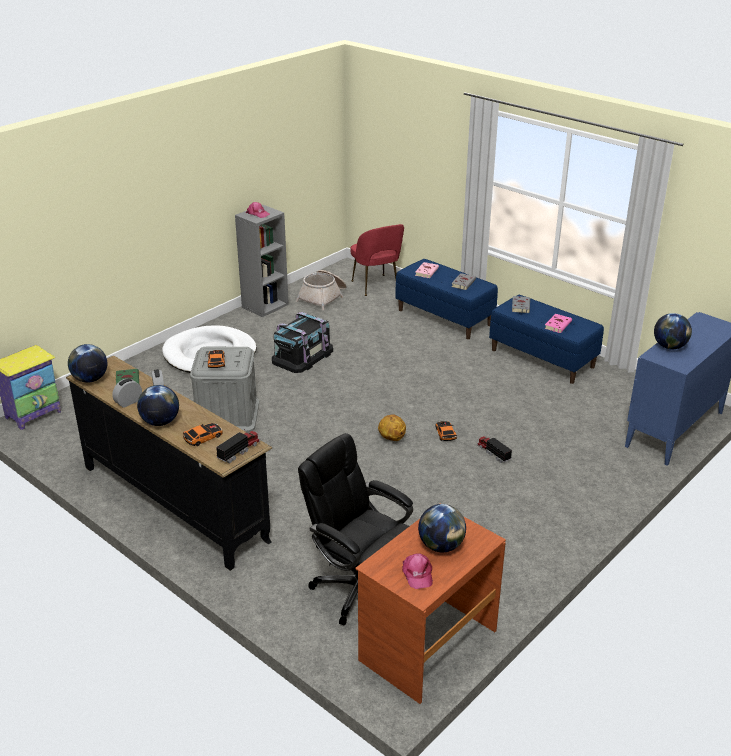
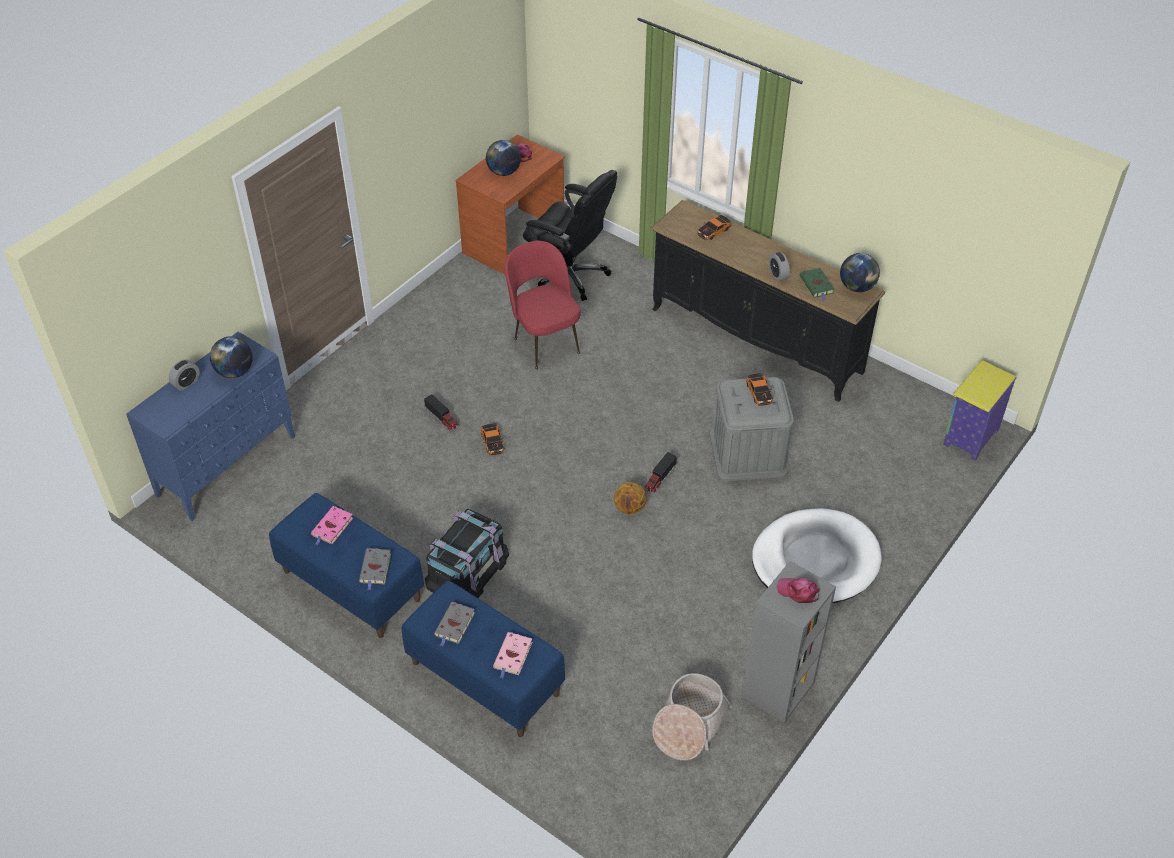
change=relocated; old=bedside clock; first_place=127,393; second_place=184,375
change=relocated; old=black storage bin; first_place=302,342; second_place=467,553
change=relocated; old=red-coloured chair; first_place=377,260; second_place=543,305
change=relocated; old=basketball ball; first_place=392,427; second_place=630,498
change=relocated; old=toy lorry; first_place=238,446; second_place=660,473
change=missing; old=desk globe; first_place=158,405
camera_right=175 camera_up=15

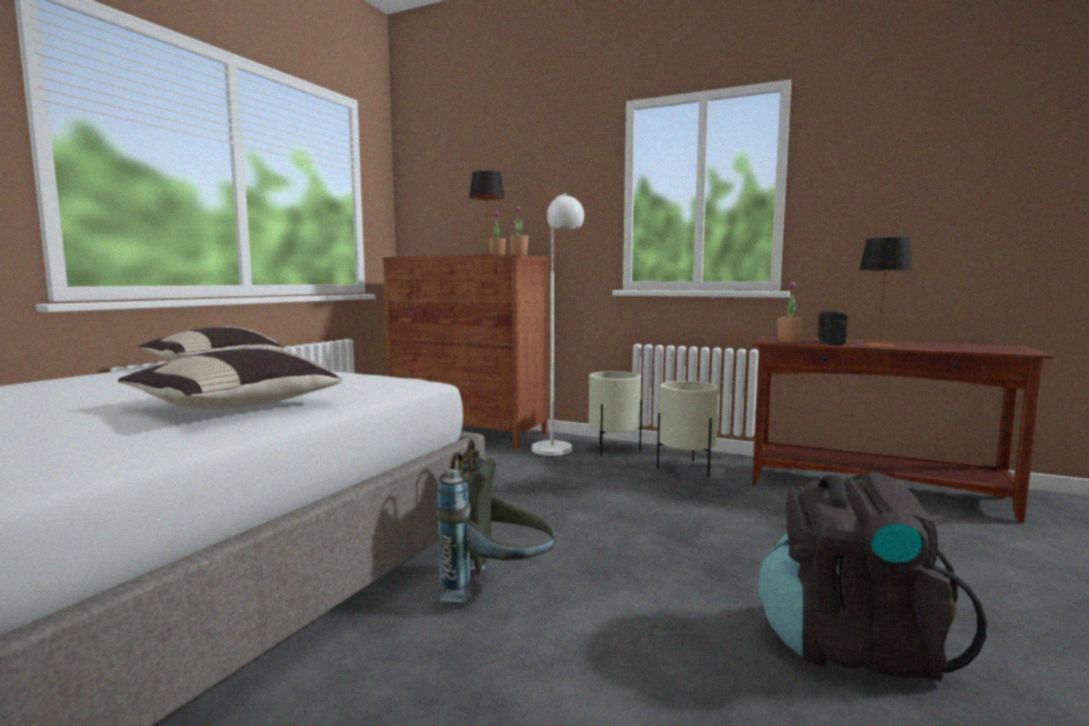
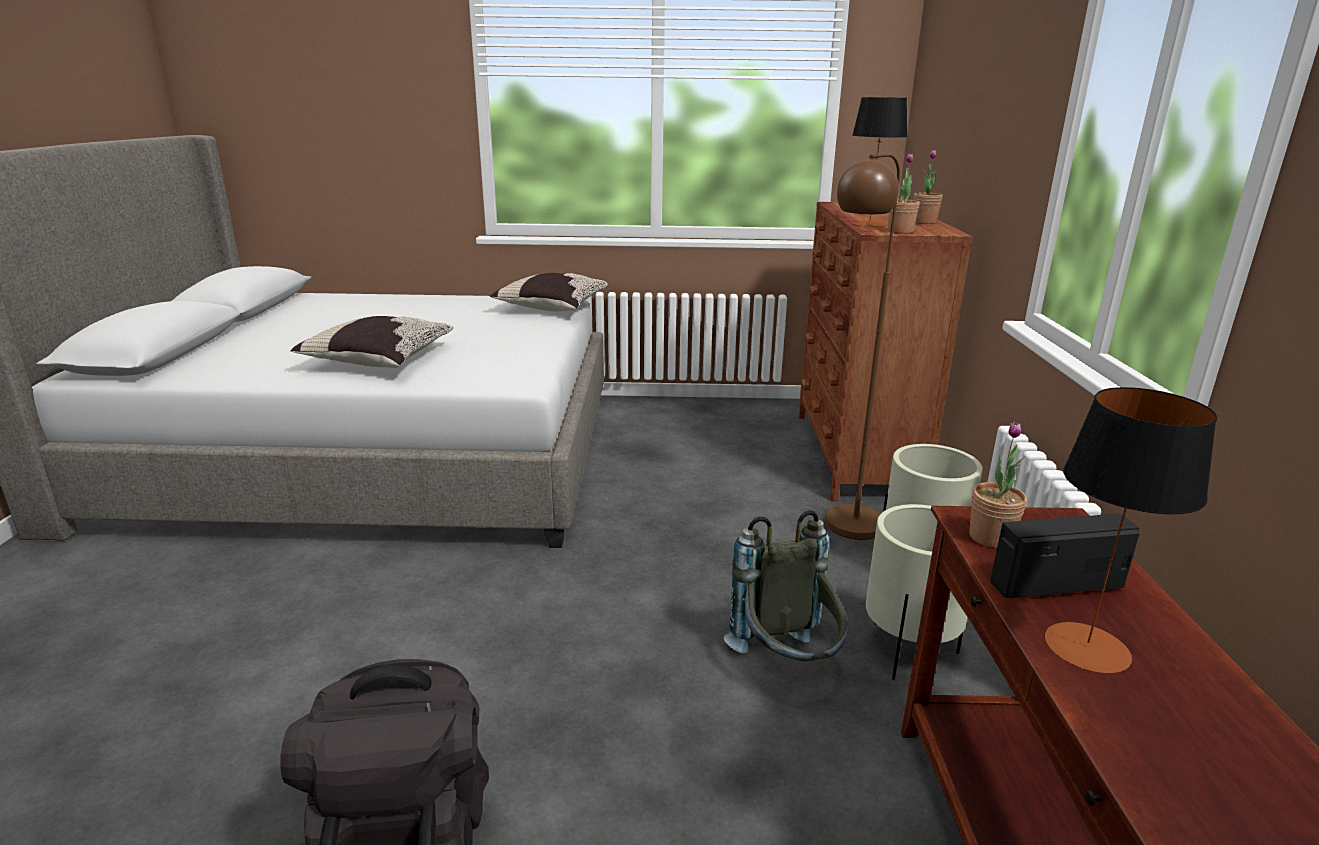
change=relocated; old=greyish rucksack; first_place=497,520; second_place=785,585
change=colour; old=white floor lamp; new=brown floor lamp; first_place=558,325; second_place=863,347
camera_right=65 camera_up=15

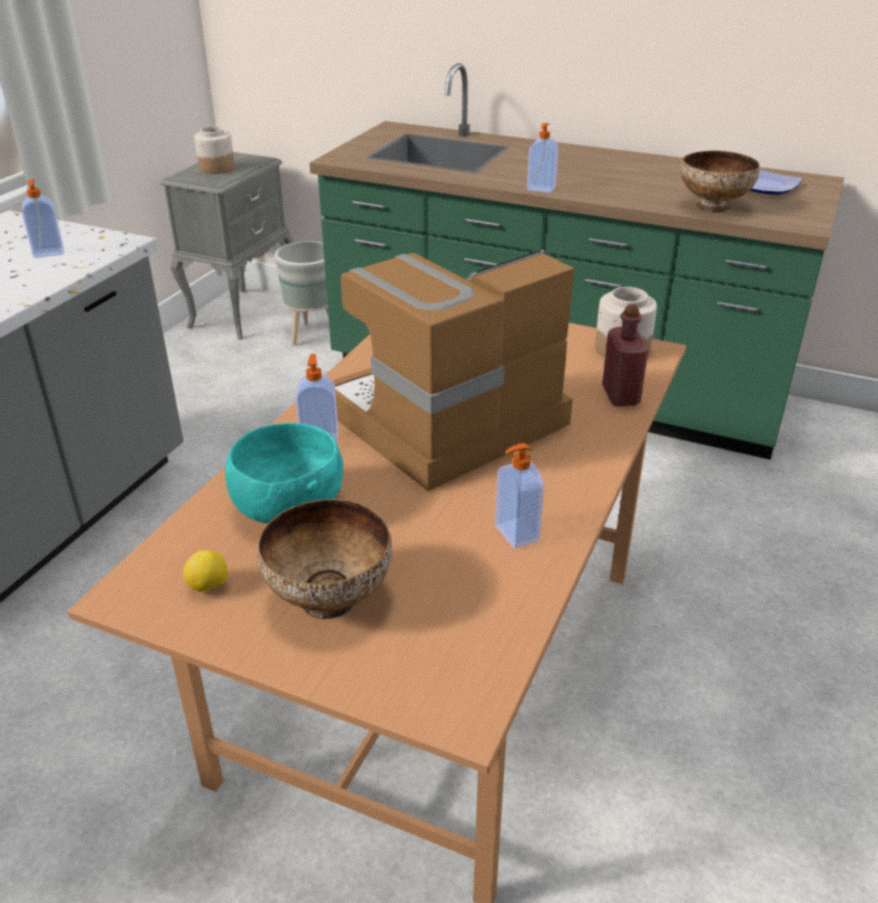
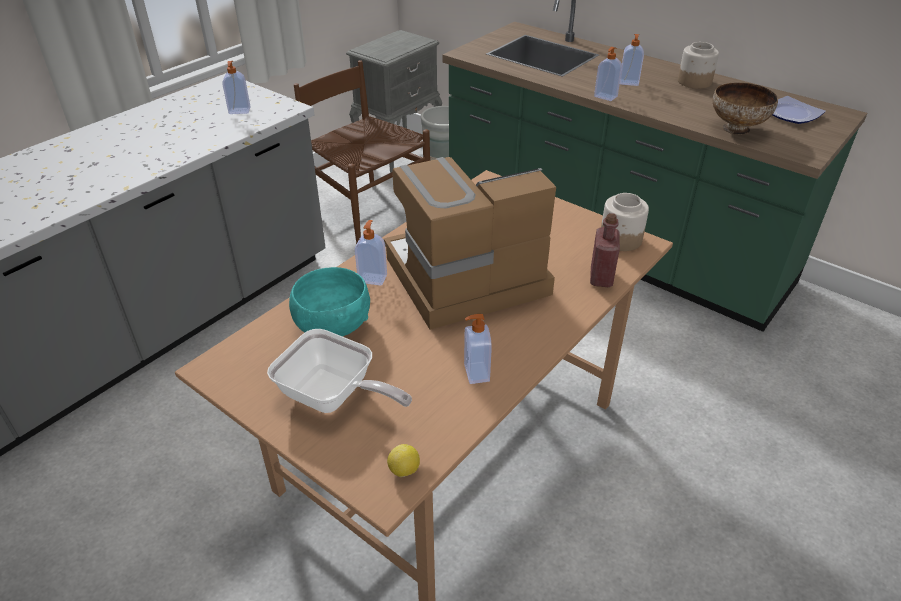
change=exchanged; old=deep dish; new=skillet; first_place=324,559; second_place=339,371
change=appeared; new=brown chair; second_place=362,152
change=relocated; old=citrus fruit; first_place=205,571; second_place=403,460
change=appeared; new=liquid soap bottle; second_place=632,60
change=relocated; old=jar; first_place=214,150; second_place=698,65
camera_right=15 camera_up=5

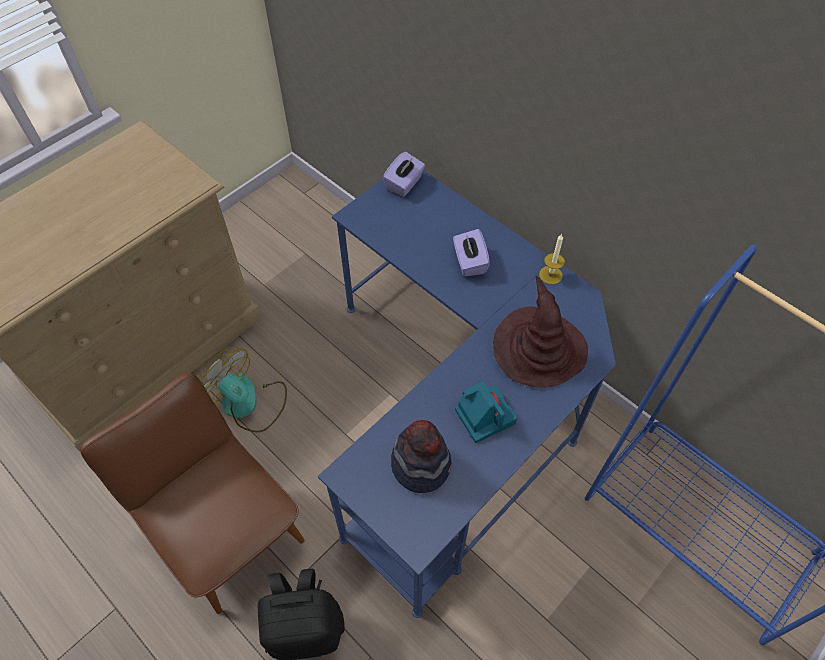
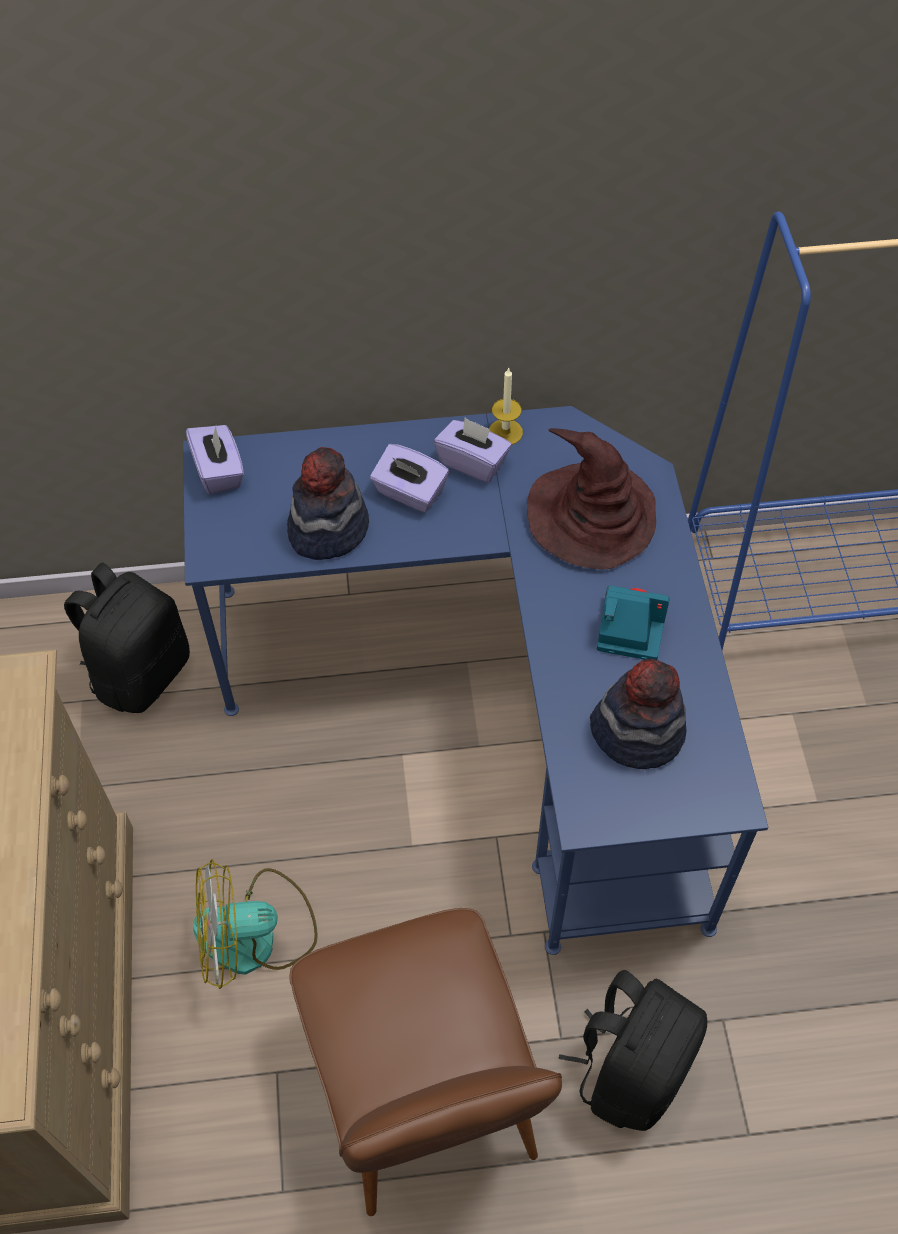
change=appeared; new=black rucksack; second_place=127,637
change=appeared; new=clothing hat; second_place=328,503
change=spun; old=brown chair; first_place=192,493; second_place=425,1062; degrees=-105
change=appeared; new=purplish tissue holder; second_place=473,450
camera_right=-50 camera_up=0

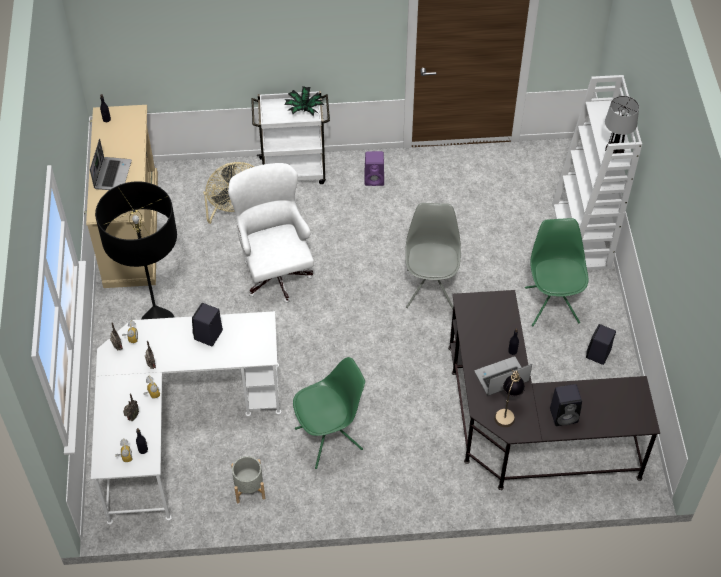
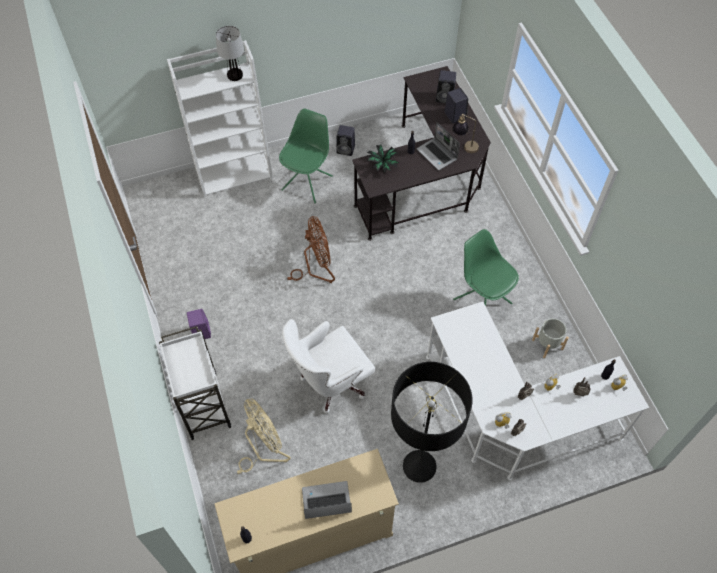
change=spun; old=green-coloured chair; first_place=556,272; second_place=306,156; degrees=135
change=exchanged; old=greyish chair; new=brown cooling fan; first_place=433,256; second_place=311,249
change=relocated; old=potted plant; first_place=304,101; second_place=383,159
change=relocated; old=black loudspeaker; first_place=207,324; second_place=446,86
camera_right=-105 camera_up=5

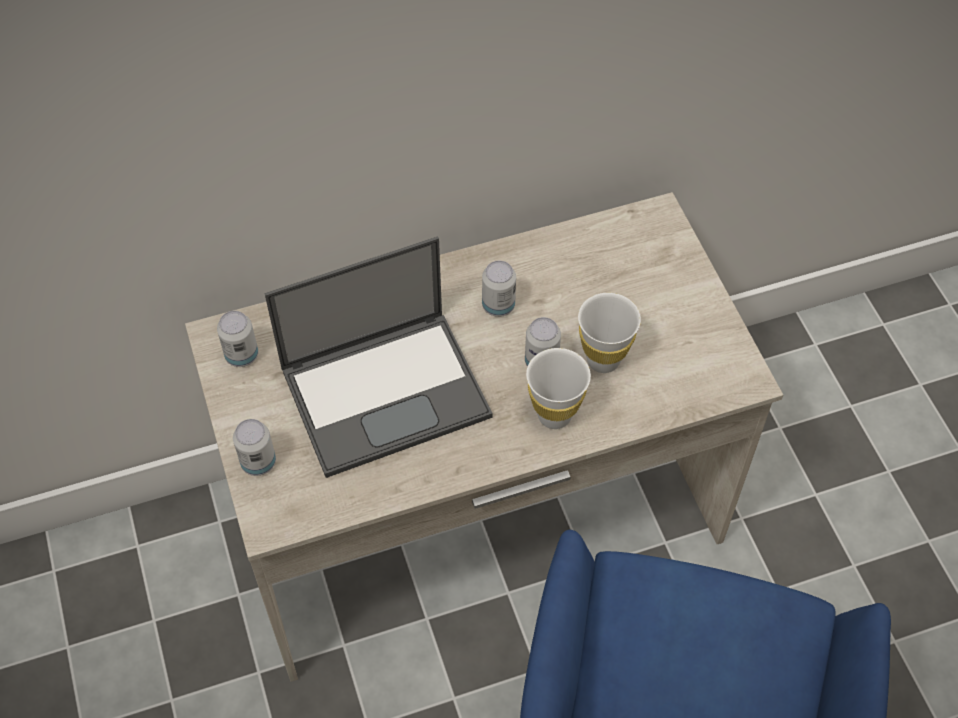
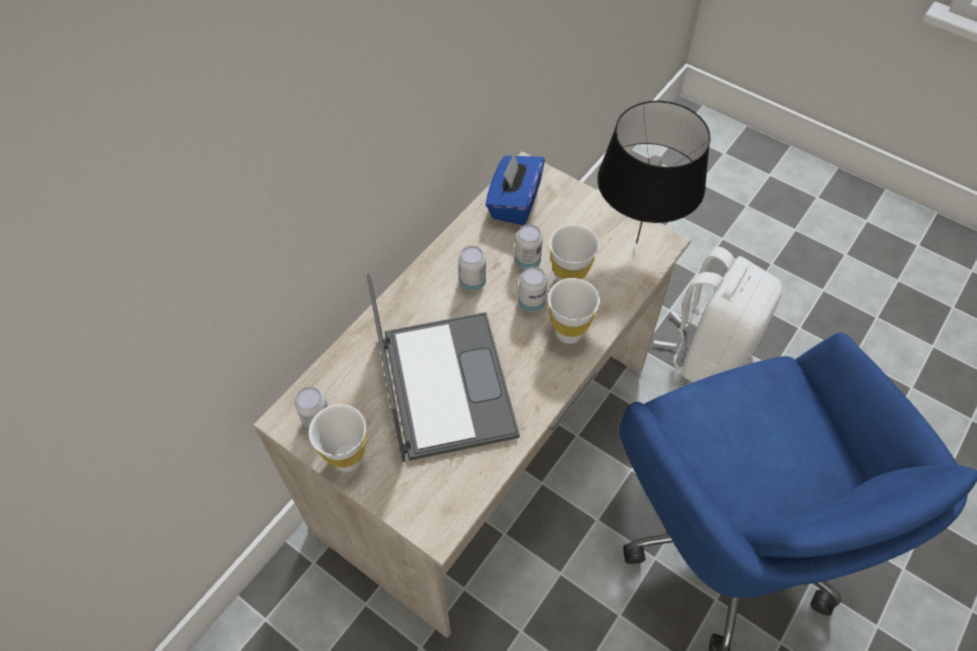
change=appeared; new=white drinking cup; second_place=338,438
change=spun; old=notebook computer; first_place=379,357; second_place=443,367; degrees=-45
change=appeared; new=blue-coloured tissue holder; second_place=515,189
change=relocated; old=can; first_place=254,447; second_place=529,246
change=appeared; new=black lamp for a table; second_place=654,172
change=appeared; new=white rucksack; second_place=718,314
camera_right=-35 camera_up=0

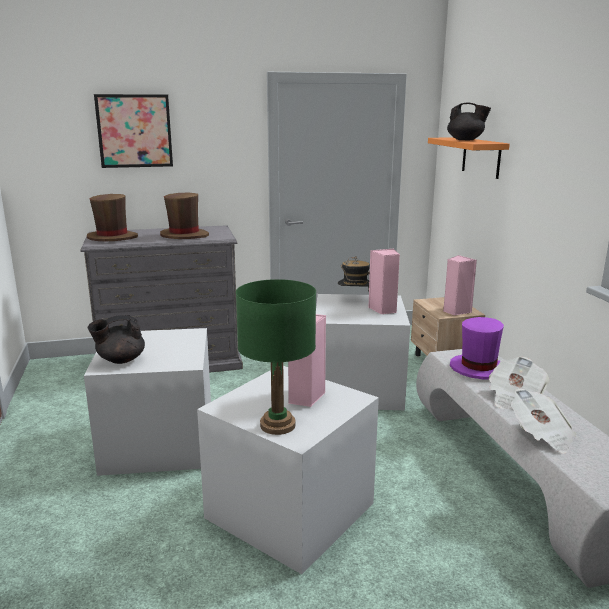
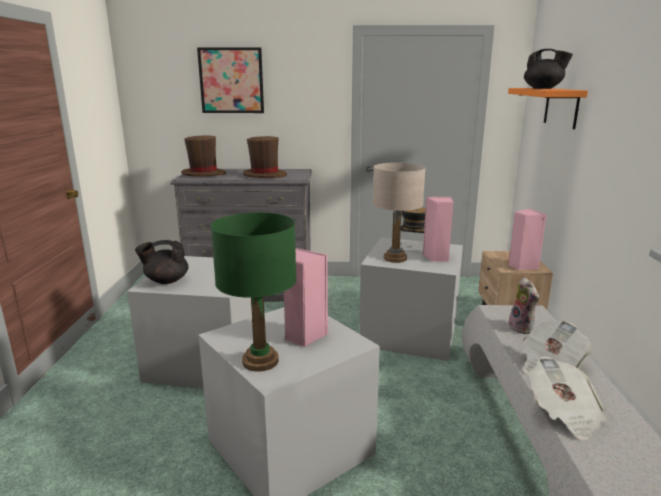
change=appeared; new=beige lamp for a table; second_place=399,213
change=exchanged; old=purplish clothing hat; new=soft toy; first_place=477,348; second_place=524,305
camera_right=15 camera_up=0

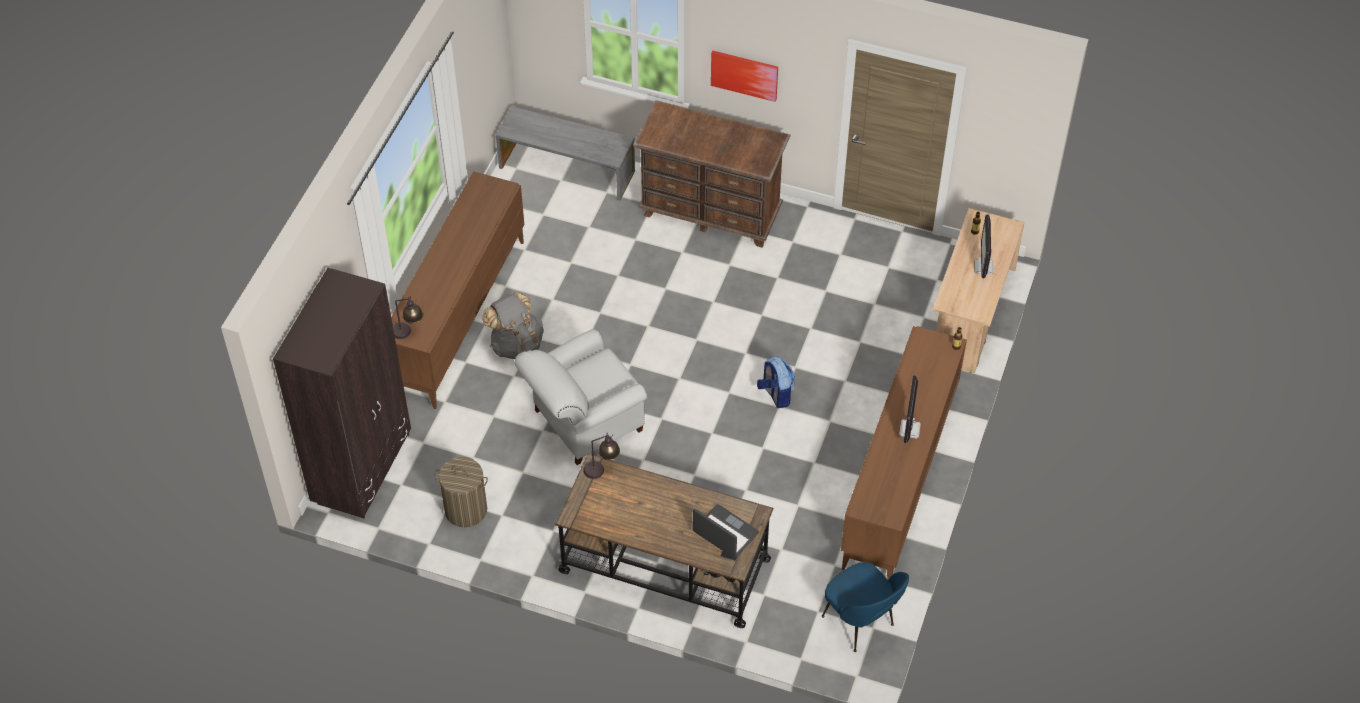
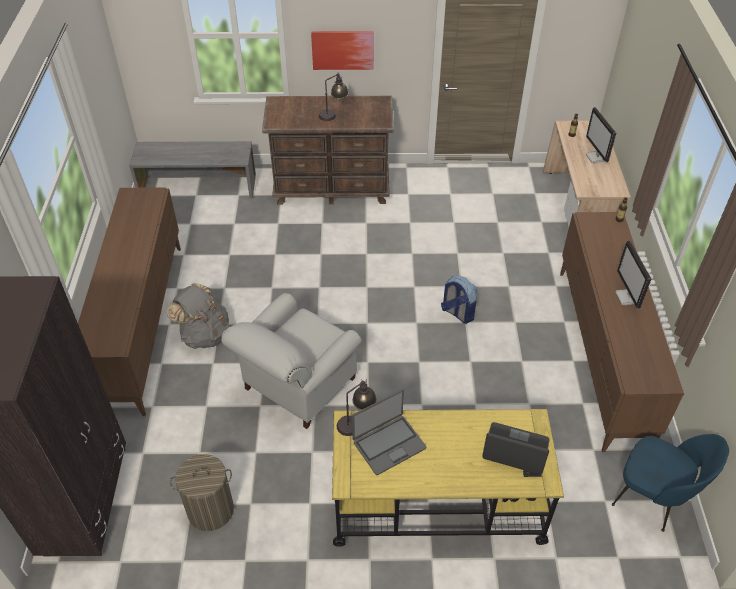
change=relocated; old=lamp for a table; first_place=408,317; second_place=334,97
change=colour; old=brown desk; new=yellowish desk; first_place=664,541; second_place=448,478
change=appeared; new=notebook computer; second_place=389,432
camera_right=-20 camera_up=-5

